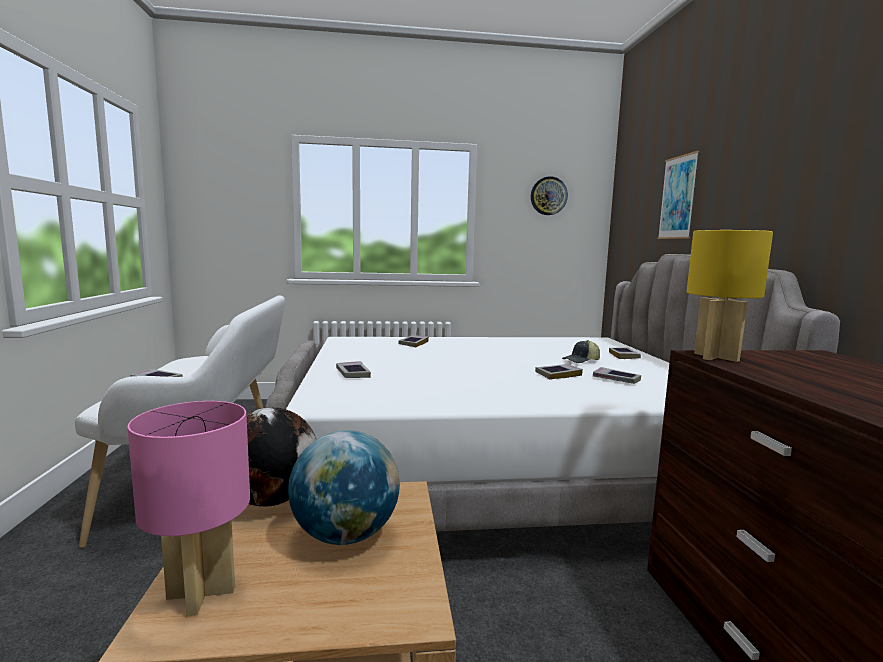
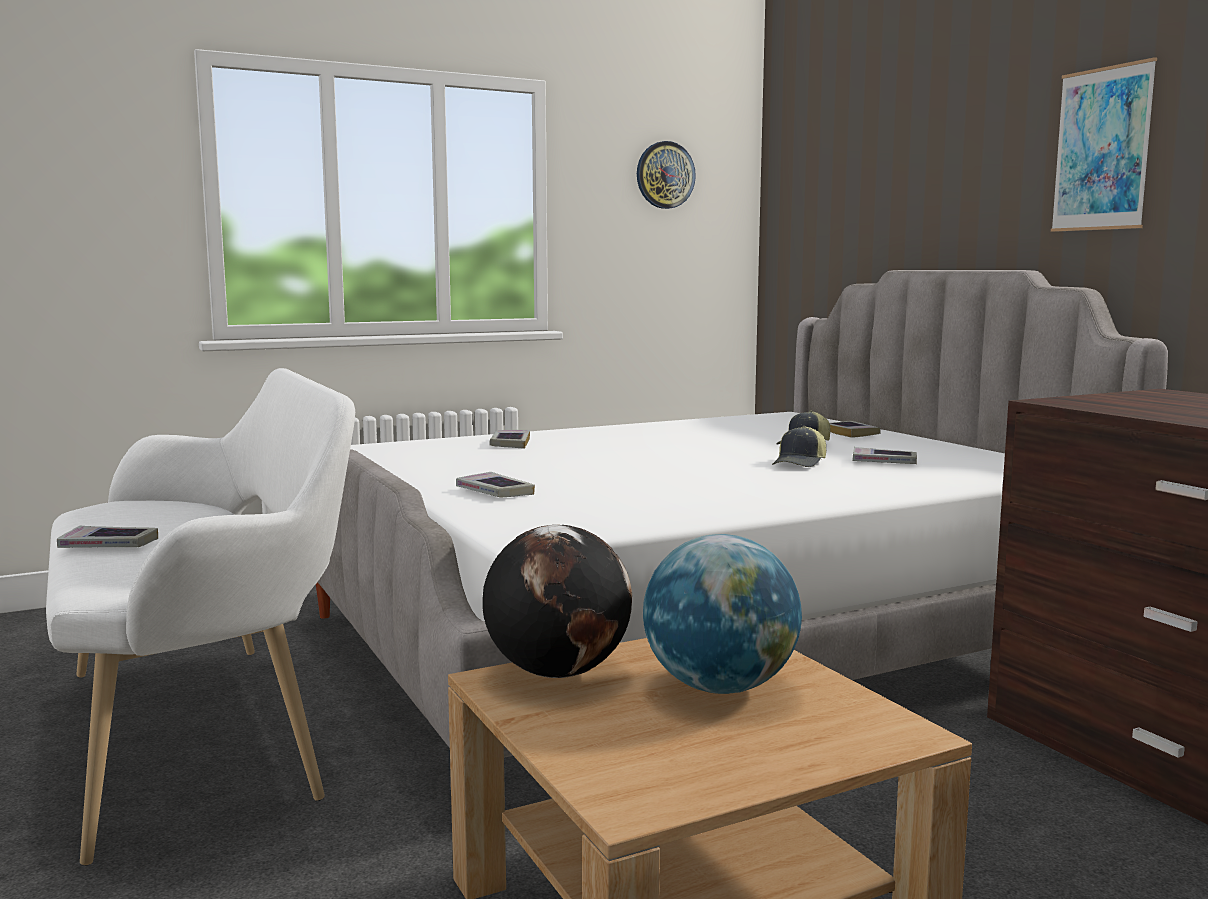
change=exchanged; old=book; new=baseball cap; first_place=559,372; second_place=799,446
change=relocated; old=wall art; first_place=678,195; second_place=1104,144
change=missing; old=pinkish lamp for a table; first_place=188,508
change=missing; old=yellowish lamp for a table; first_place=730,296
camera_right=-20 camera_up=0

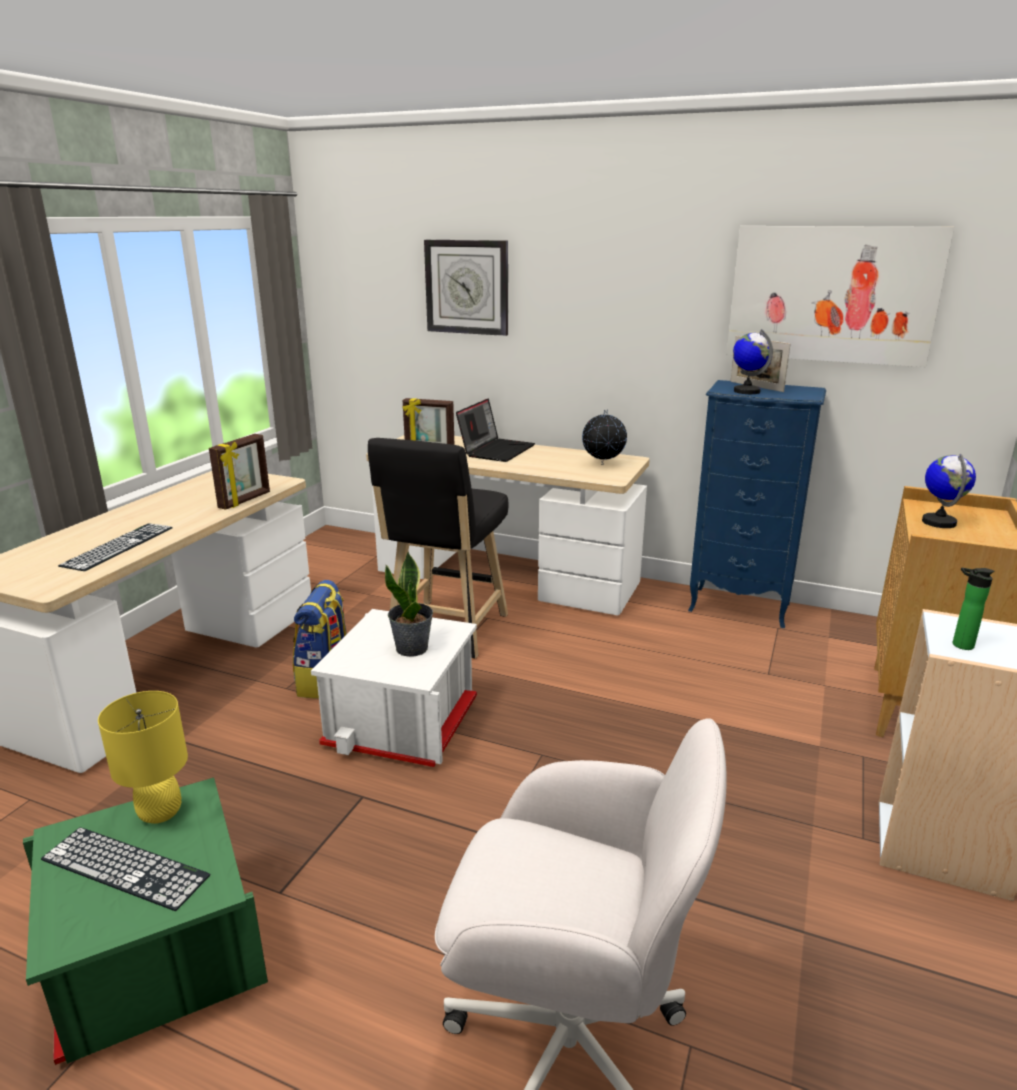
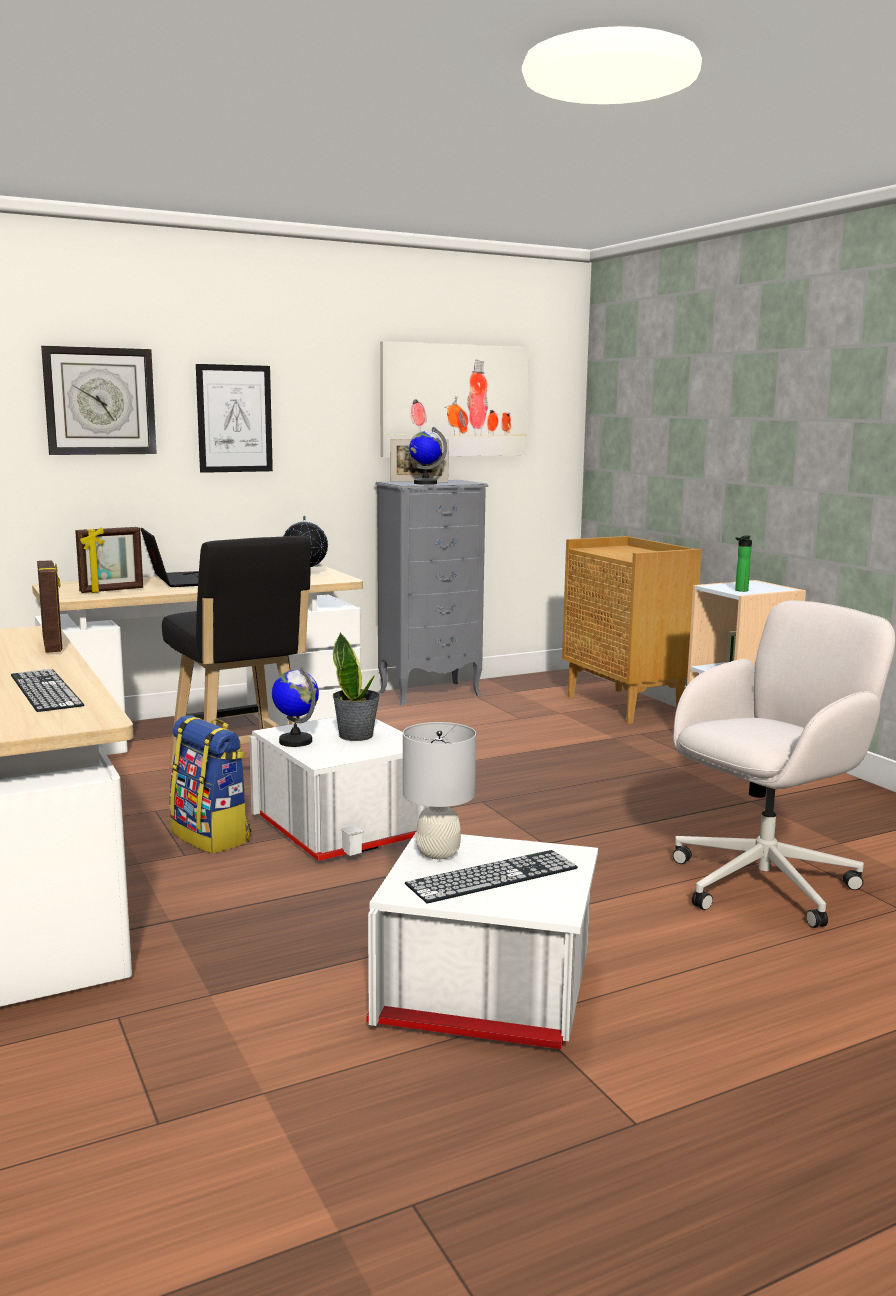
change=appeared; new=wall art; second_place=234,418
change=relocated; old=desk globe; first_place=949,490; second_place=295,707
change=colour; old=green-coloured storage bin; new=white storage bin; first_place=145,921; second_place=482,941
change=colour; old=blue-coloured dresser; new=greyish dresser; first_place=757,504; second_place=431,593
change=colour; old=yellowish lamp for a table; new=greyish lamp for a table; first_place=143,757; second_place=439,791
camera_right=-50 camera_up=-10

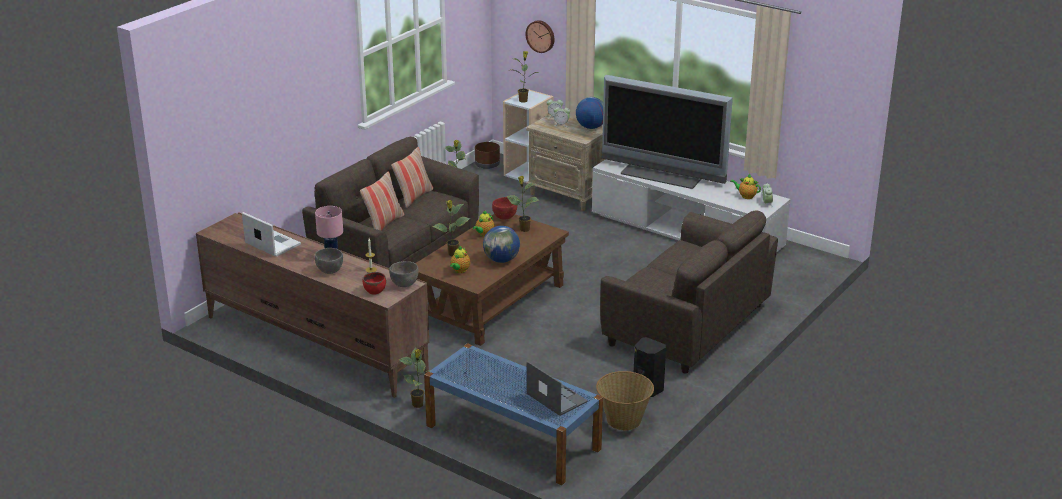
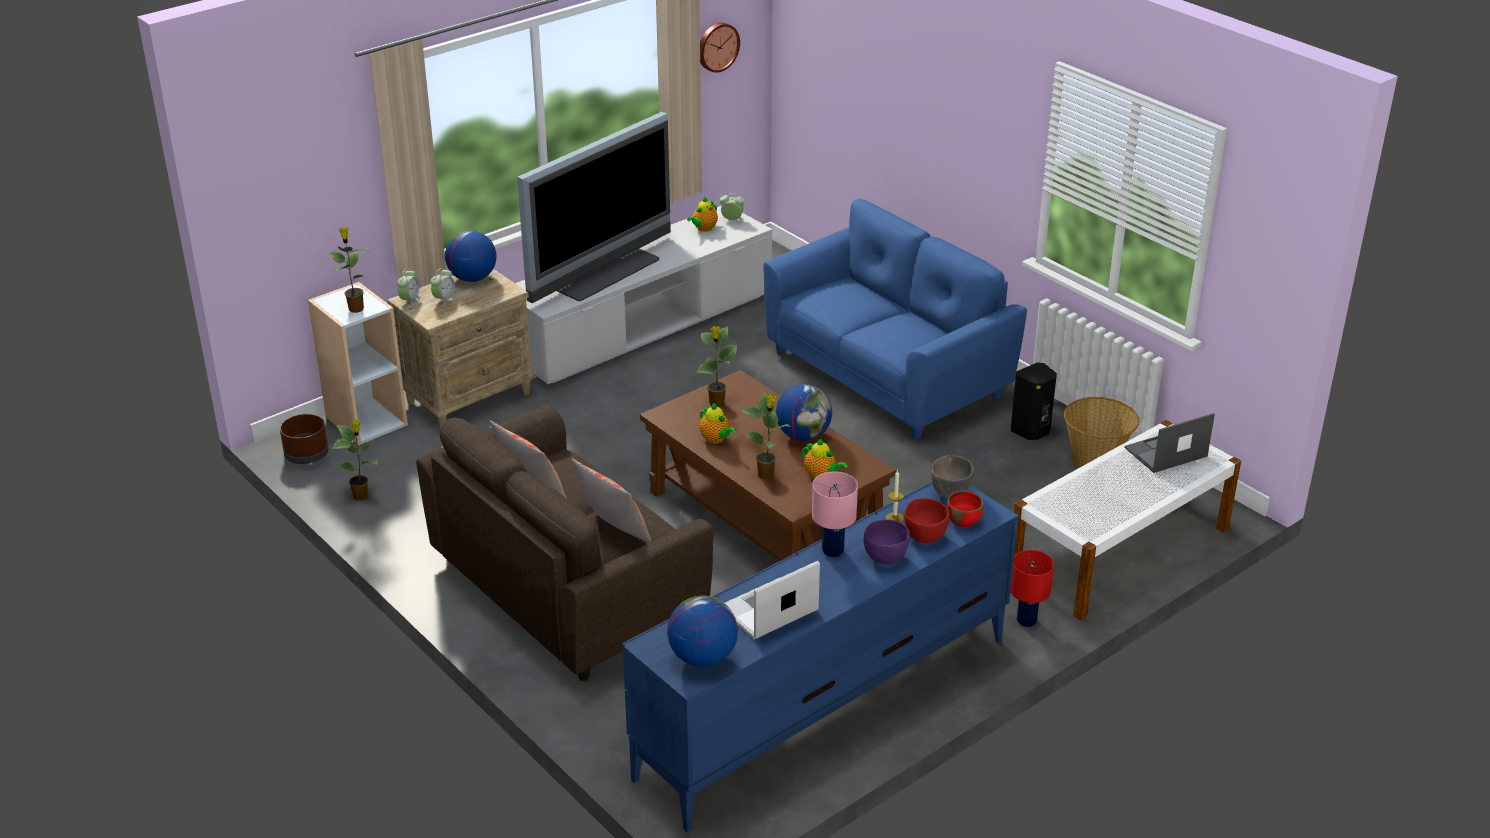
change=colour; old=brown storage cabinet; new=blue-coloured storage cabinet; first_place=312,305; second_place=820,657
change=appeared; new=desk globe; second_place=702,631
change=relocated; old=wall clock; first_place=540,36; second_place=720,48
change=colour; old=brown settee; new=blue-coloured settee; first_place=689,292; second_place=895,319
change=colour; old=greyish deep dish; new=purplish deep dish; first_place=329,261; second_place=886,541
change=relocated; old=red-coloured deep dish; first_place=504,208; second_place=926,520
change=exchanged; old=potted plant; new=red-coloured lamp for a table; first_place=414,377; second_place=1032,588
change=colour; old=blue-coloured indoor bench; new=white indoor bench; first_place=513,414; second_place=1127,520
camera_right=-75 camera_up=5

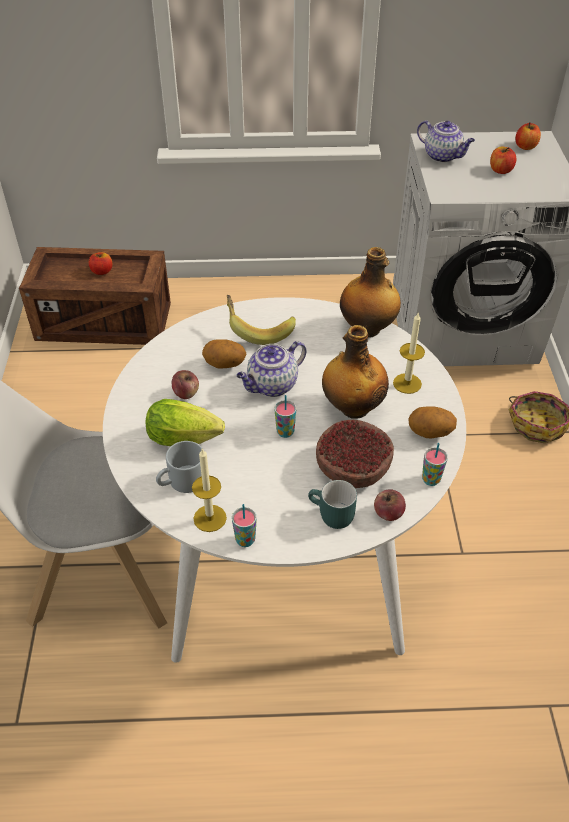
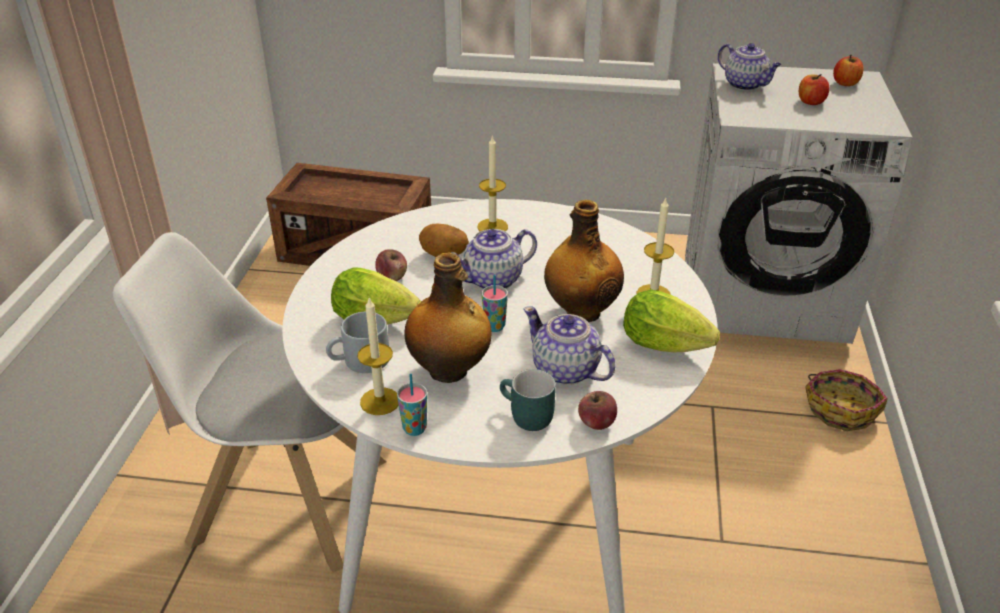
change=relocated; old=drink bottle; first_place=370,292; second_place=448,317
change=exchanged; old=banana; new=wax light; first_place=261,320; second_place=492,184
change=exchanged; old=deep dish; new=pot for tea; first_place=355,454; second_place=569,345
change=exchanged; old=spud; new=head of lettuce; first_place=433,422; second_place=671,321
change=missing; old=whole apple; first_place=100,263
change=missing; old=drinking cup; first_place=435,464
camera_right=10 camera_up=-10

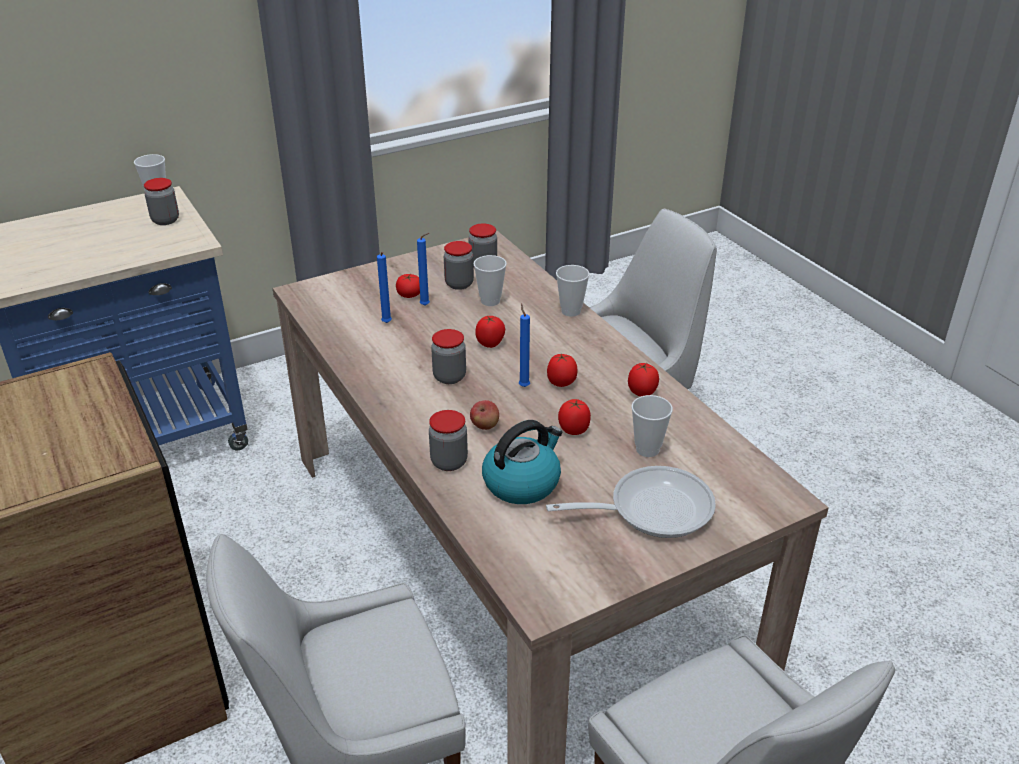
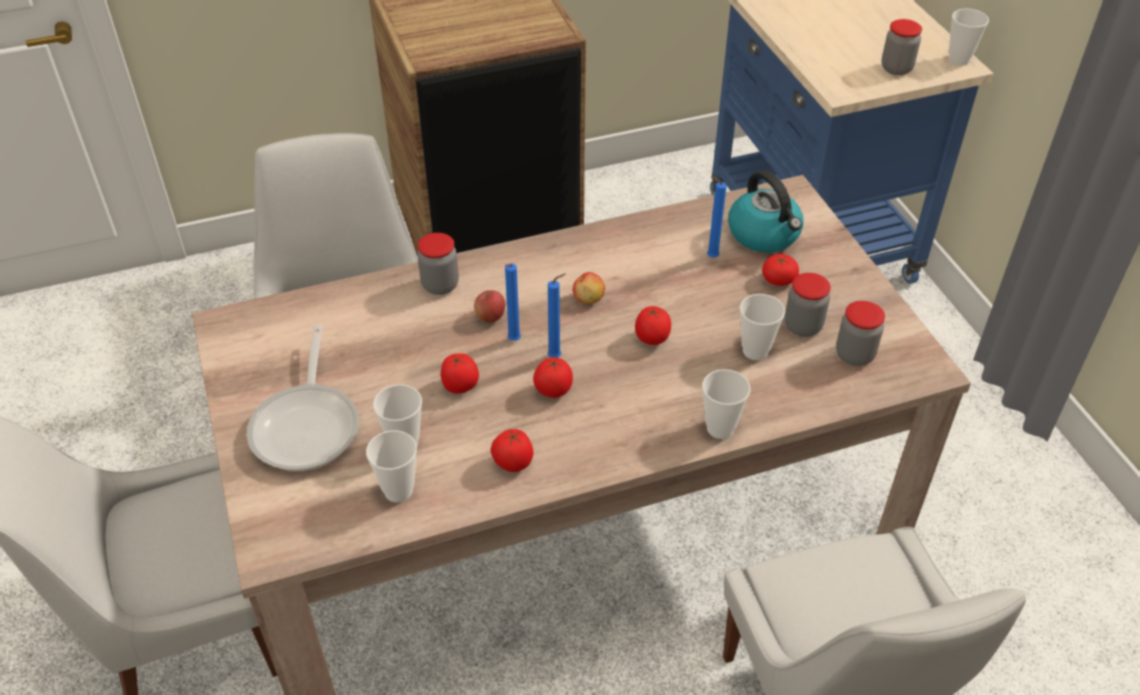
change=appeared; new=drinking cup; second_place=391,466
change=relocated; old=blue-coloured wax light; first_place=423,269; second_place=513,302
change=exchanged; old=jar; new=whole apple; first_place=448,356; second_place=589,288
change=relocated; old=tea kettle; first_place=522,462; second_place=765,211
camera_right=100 camera_up=10

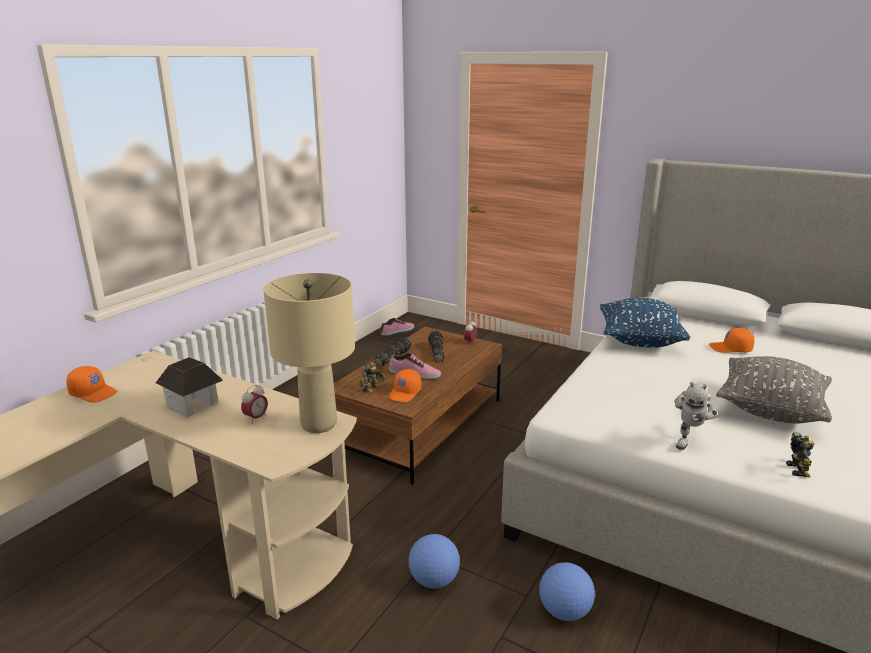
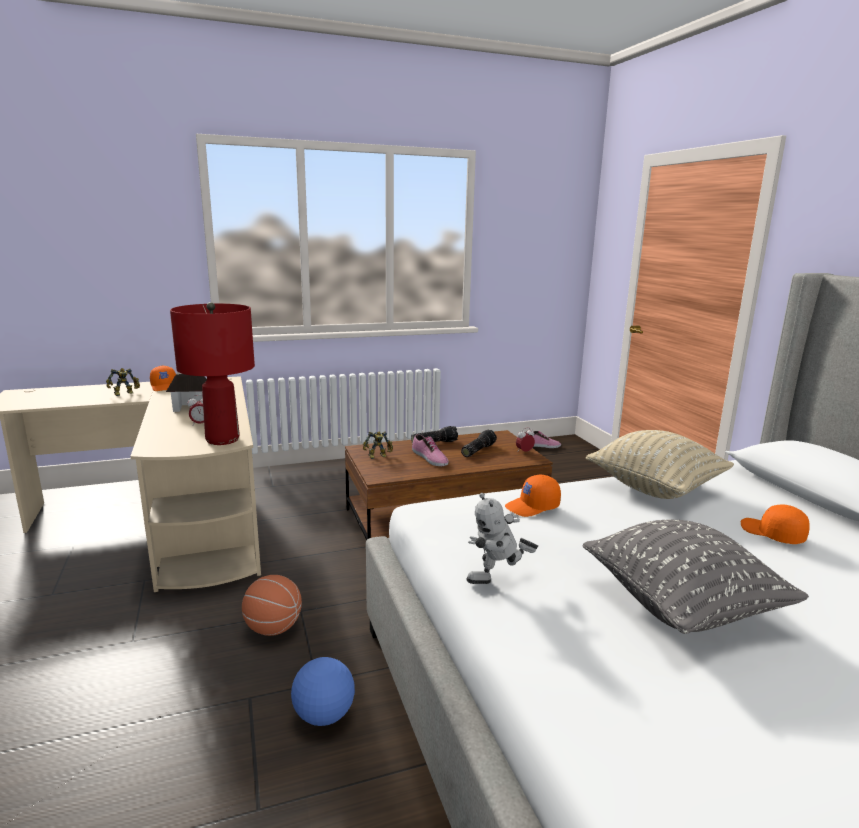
change=relocated; old=toy robot; first_place=800,455; second_place=123,382
change=colour; old=beige lamp for a table; new=red-coloured lamp for a table; first_place=309,353; second_place=212,373
change=exchanged; old=football ball; new=basketball ball; first_place=434,561; second_place=272,605
change=relocated; old=orangey baseball cap; first_place=404,385; second_place=533,496
change=colour; old=blue-coloured cushion; new=beige cushion; first_place=645,323; second_place=660,464
camera_right=40 camera_up=-5

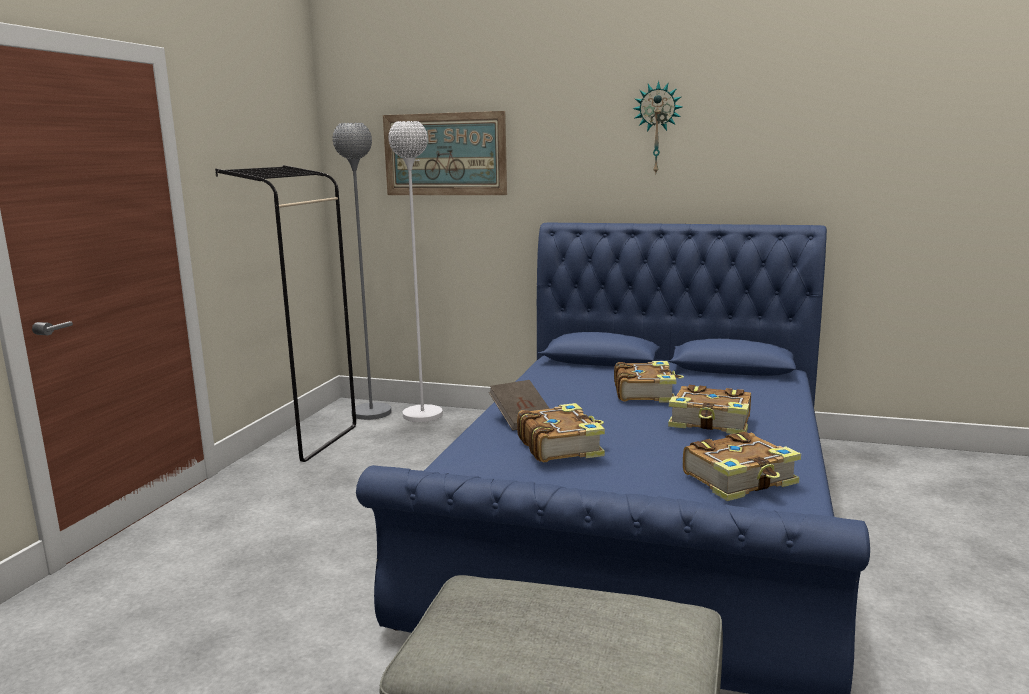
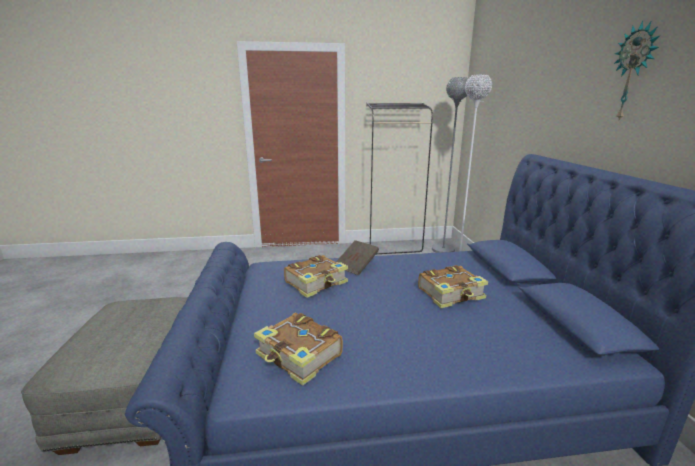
change=missing; old=wall art; first_place=445,153
change=missing; old=book; first_place=709,409
camera_right=65 camera_up=5

